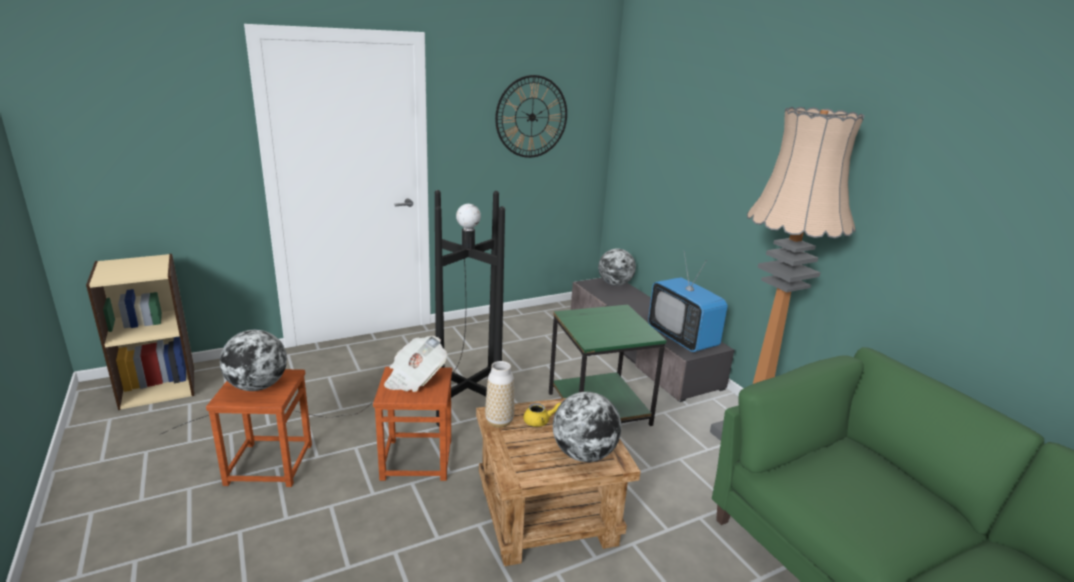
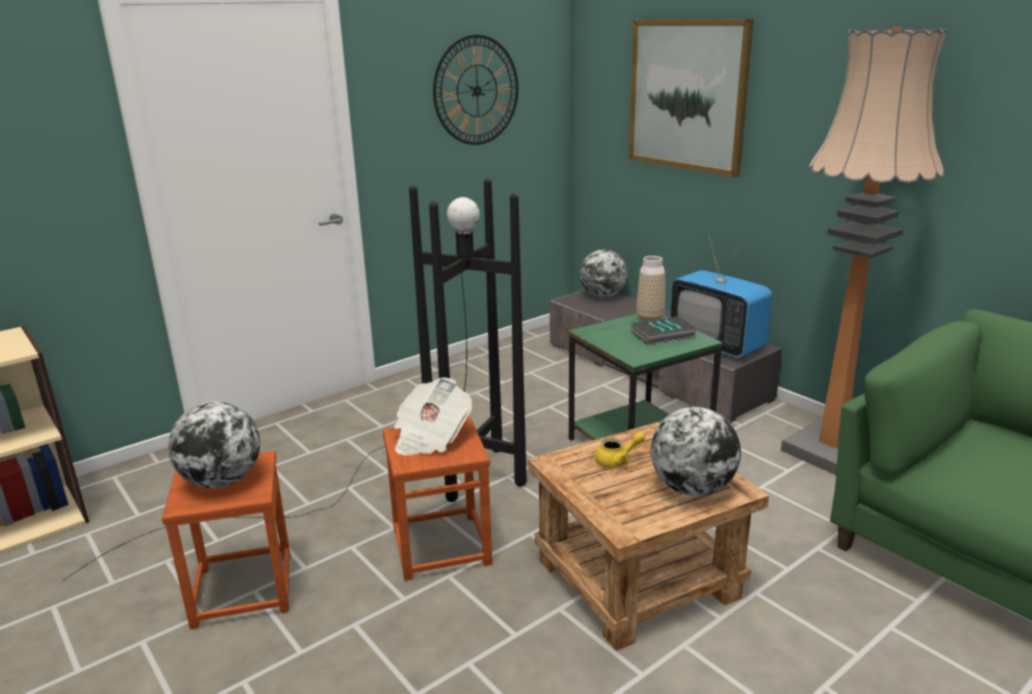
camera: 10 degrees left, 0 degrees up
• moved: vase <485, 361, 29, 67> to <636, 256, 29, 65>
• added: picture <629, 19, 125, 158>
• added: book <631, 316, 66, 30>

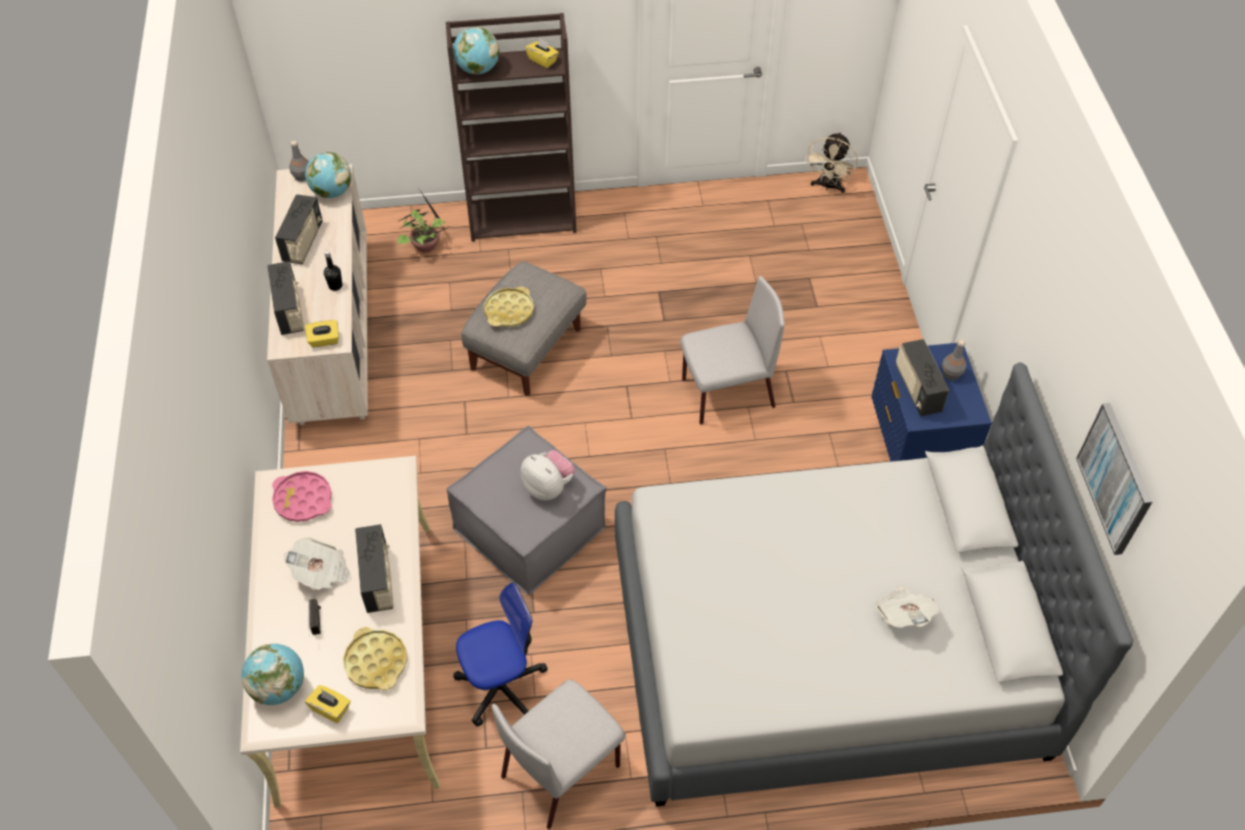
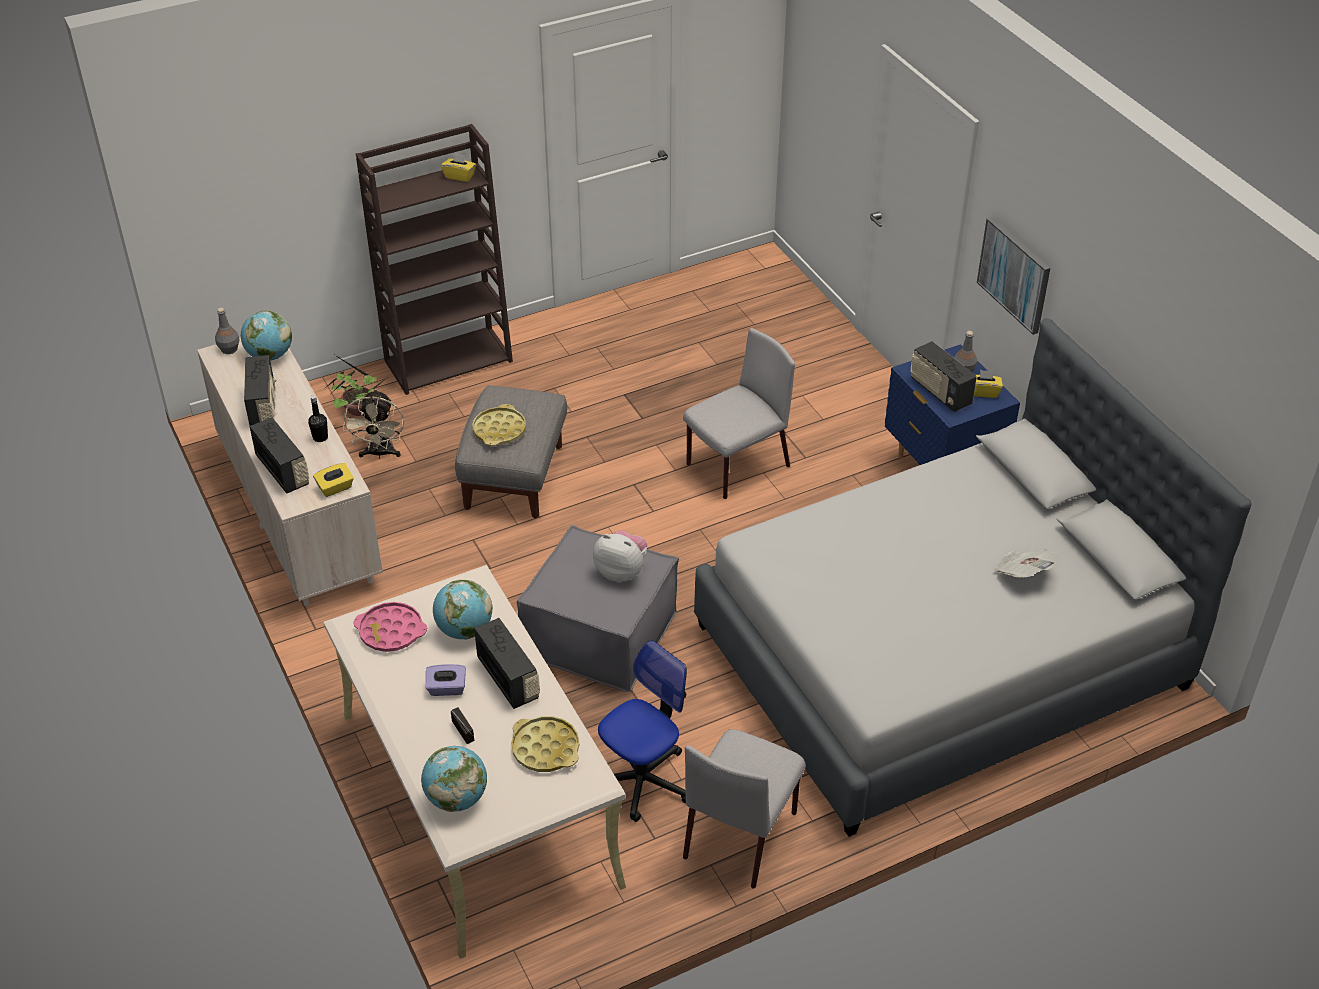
camera: 20 degrees left, 10 degrees down
• moved: globe <453, 27, 47, 48> to <433, 580, 60, 60>
• moved: beige fan <805, 132, 52, 61> to <343, 389, 61, 70>
• moved: picture <1076, 403, 76, 152> to <977, 217, 73, 118>
• replaced: newspaper <284, 537, 68, 54> to purple tissue box <426, 664, 40, 32>
• moved: yellow tissue box <305, 685, 45, 38> to <974, 370, 29, 28>

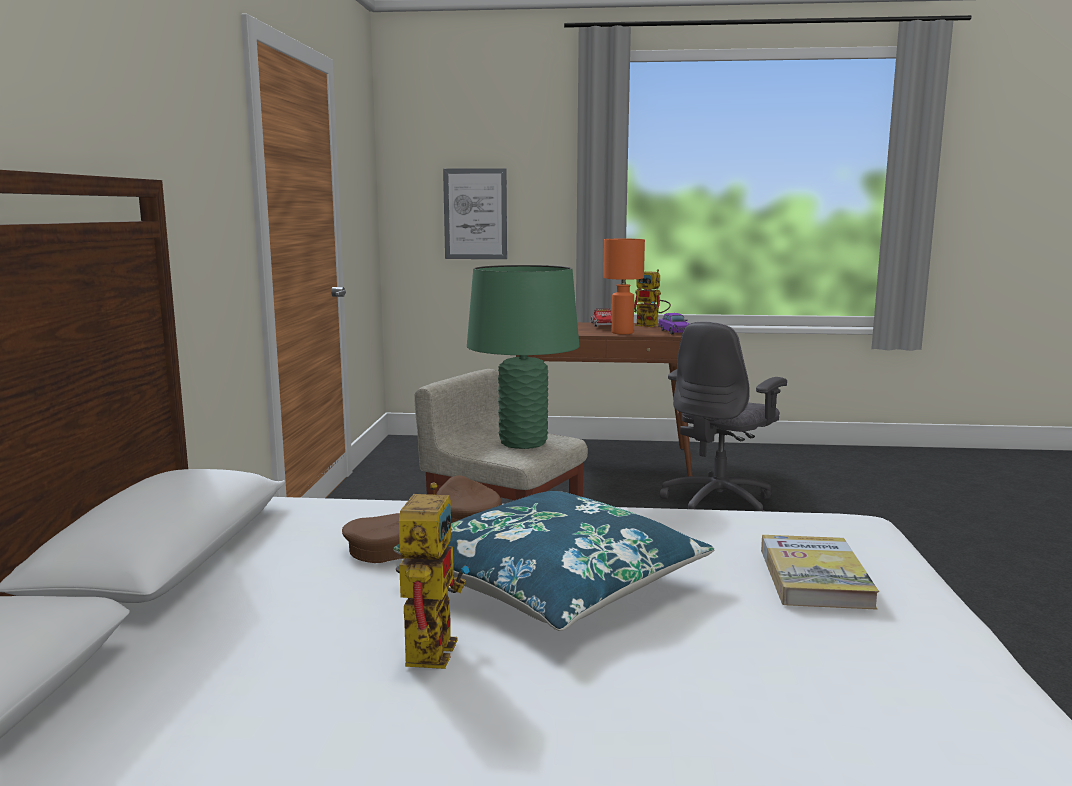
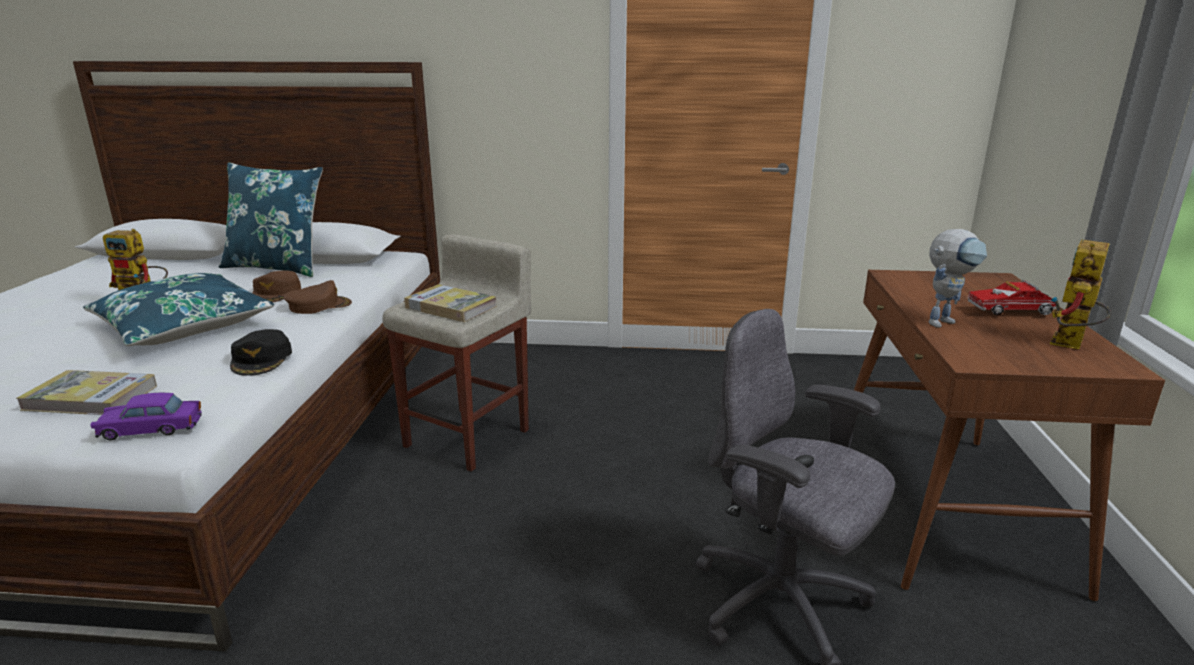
camera: 90 degrees right, 10 degrees up
• removed: picture <443, 168, 64, 91>
• replaced: orange table lamp <603, 239, 42, 95> to toy robot <928, 229, 59, 99>
• replaced: green table lamp <467, 265, 112, 184> to book <404, 284, 93, 38>
• moved: purple toy car <658, 313, 32, 22> to <91, 393, 111, 48>
• added: blue pillow <219, 162, 104, 115>
• added: black cap <230, 329, 62, 47>

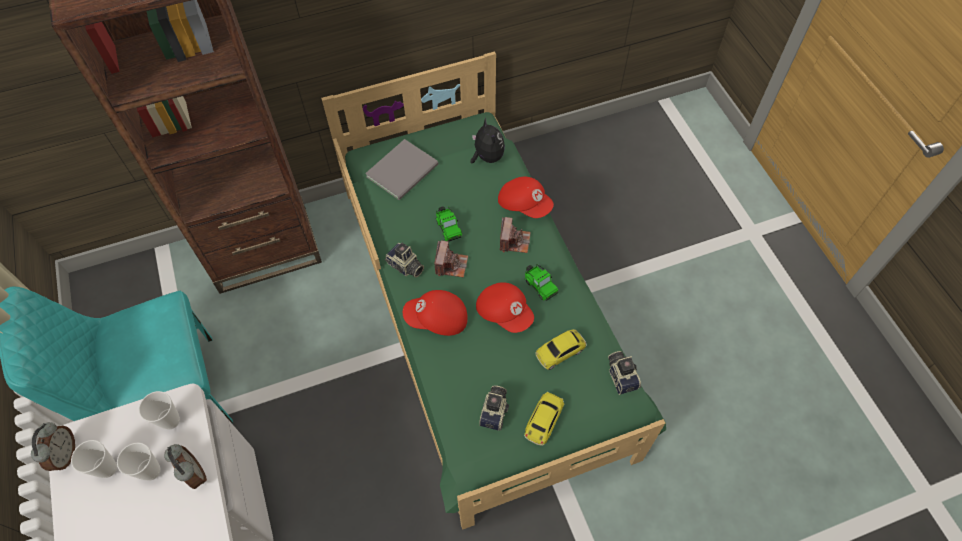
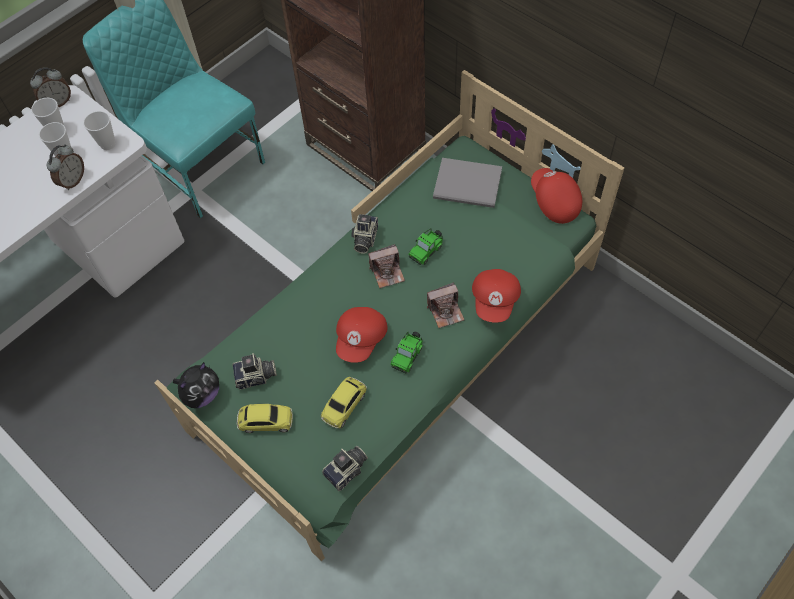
camera: 65 degrees right, 0 degrees up
• moved: plush toy <470, 118, 35, 45> to <173, 362, 46, 46>
• moved: red cap <403, 290, 65, 46> to <531, 168, 51, 56>
• turned: toy car <535, 329, 52, 41> = <321, 377, 46, 52> 90 degrees counterclockwise

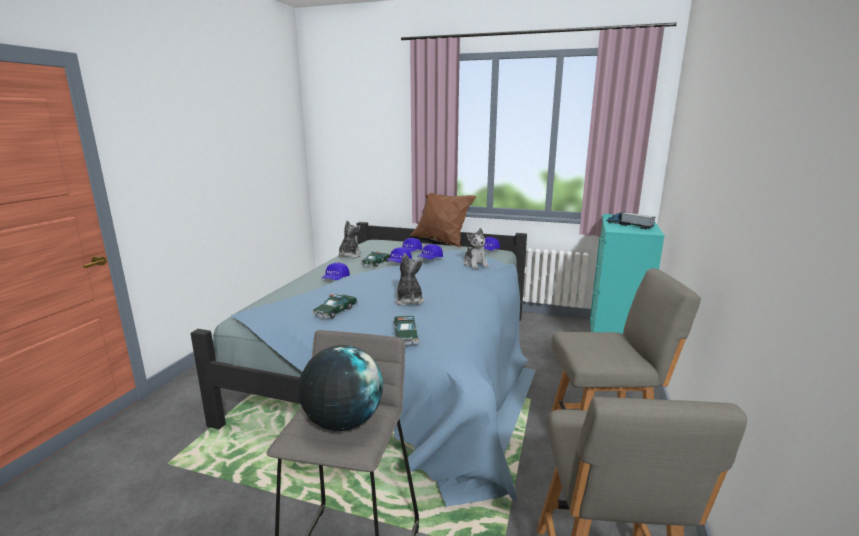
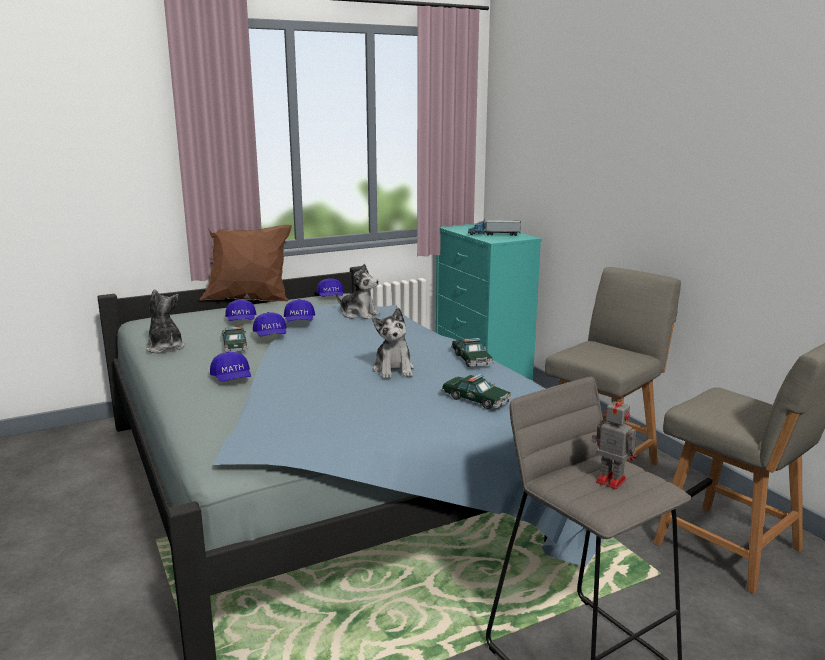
camera: 45 degrees left, 0 degrees up
• turned: plush toy <394, 253, 30, 53> = <373, 308, 41, 71> 135 degrees counterclockwise
• moved: toy car <312, 294, 46, 25> to <451, 338, 43, 29>
• replaced: globe <299, 345, 84, 86> to toy robot <591, 394, 45, 95>

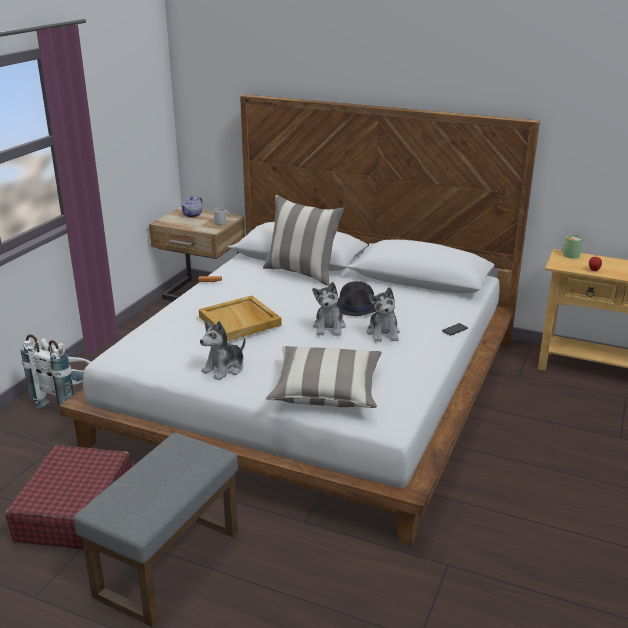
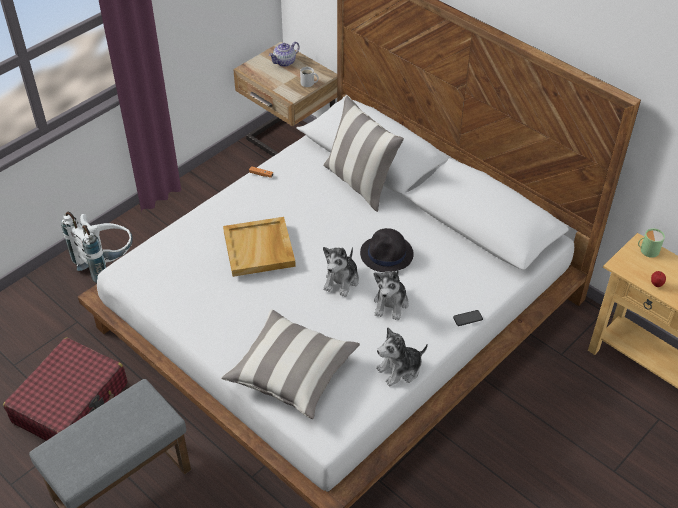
camera: 20 degrees right, 20 degrees up
• moved: plush toy <200, 321, 45, 59> to <376, 327, 52, 59>

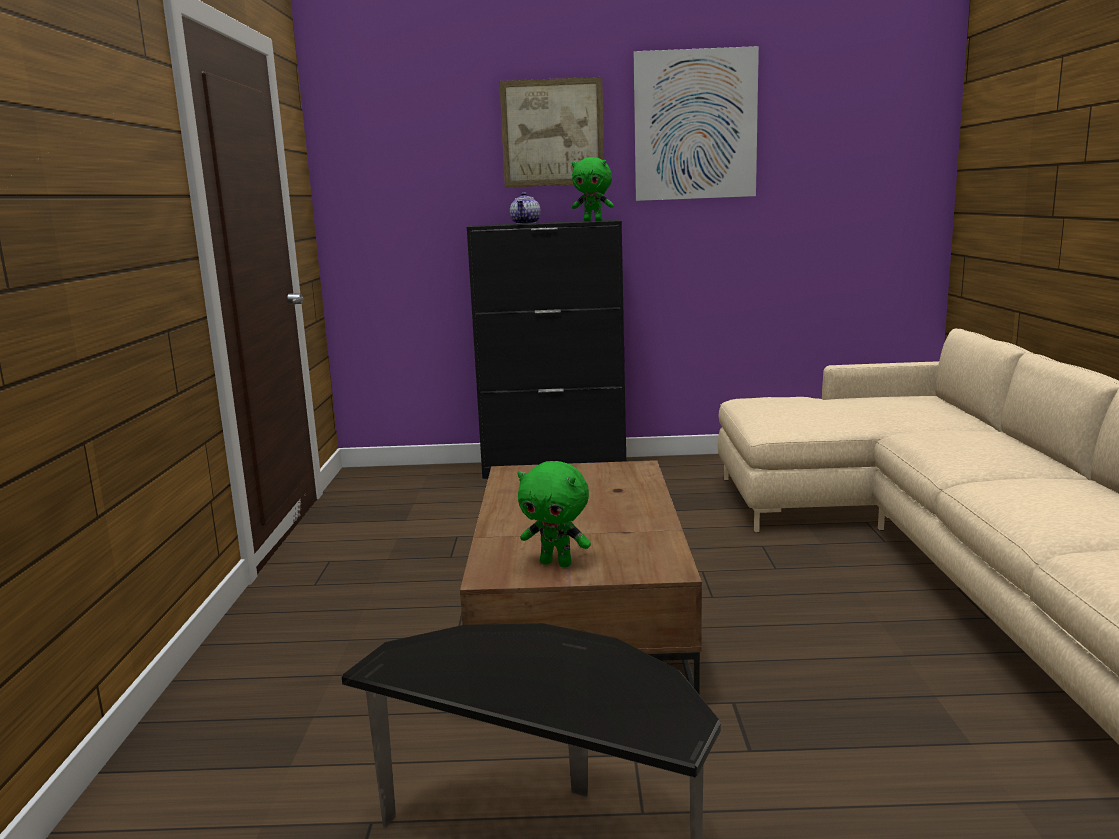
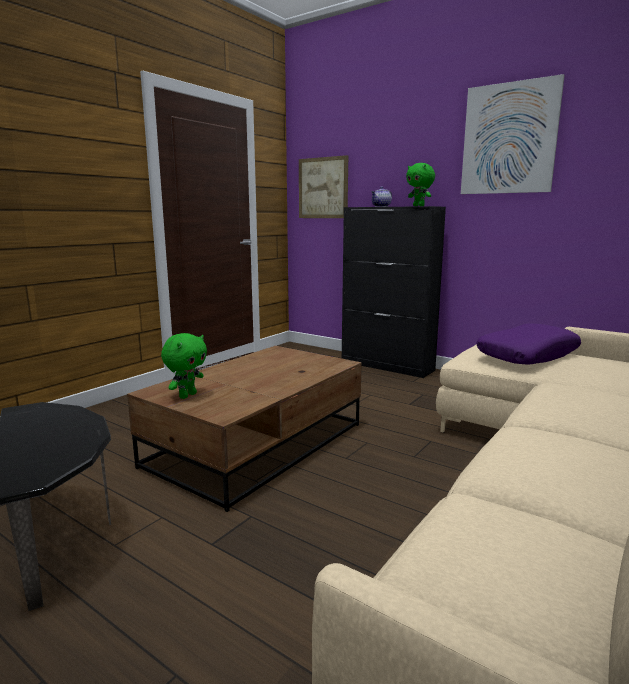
camera: 35 degrees right, 0 degrees up
• moved: picture <499, 77, 105, 111> to <299, 155, 49, 63>
• turned: green plush toy <517, 461, 74, 106> = <161, 333, 46, 66> 120 degrees counterclockwise
• added: purple pillow <476, 323, 105, 42>

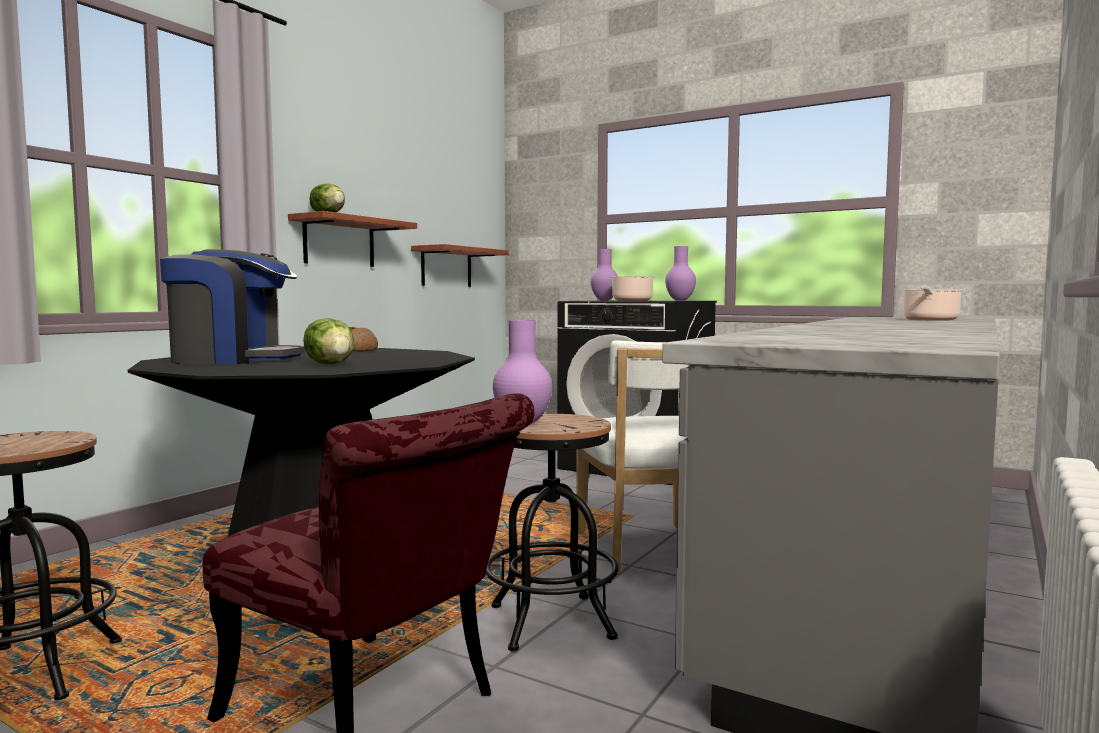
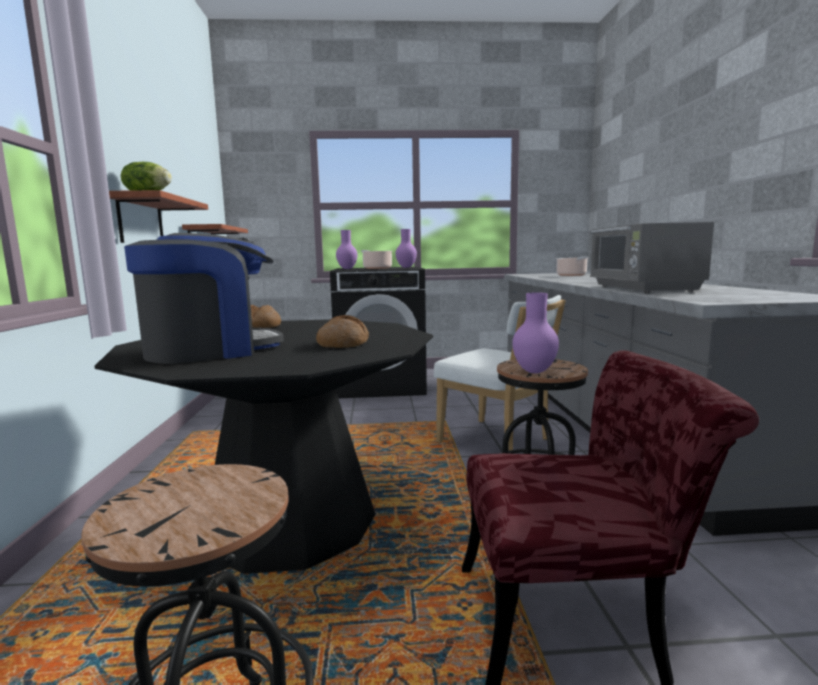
camera: 35 degrees left, 5 degrees up
• replaced: lettuce <303, 318, 51, 47> to bread <316, 315, 53, 33>
• added: grey microwave <590, 222, 124, 71>

